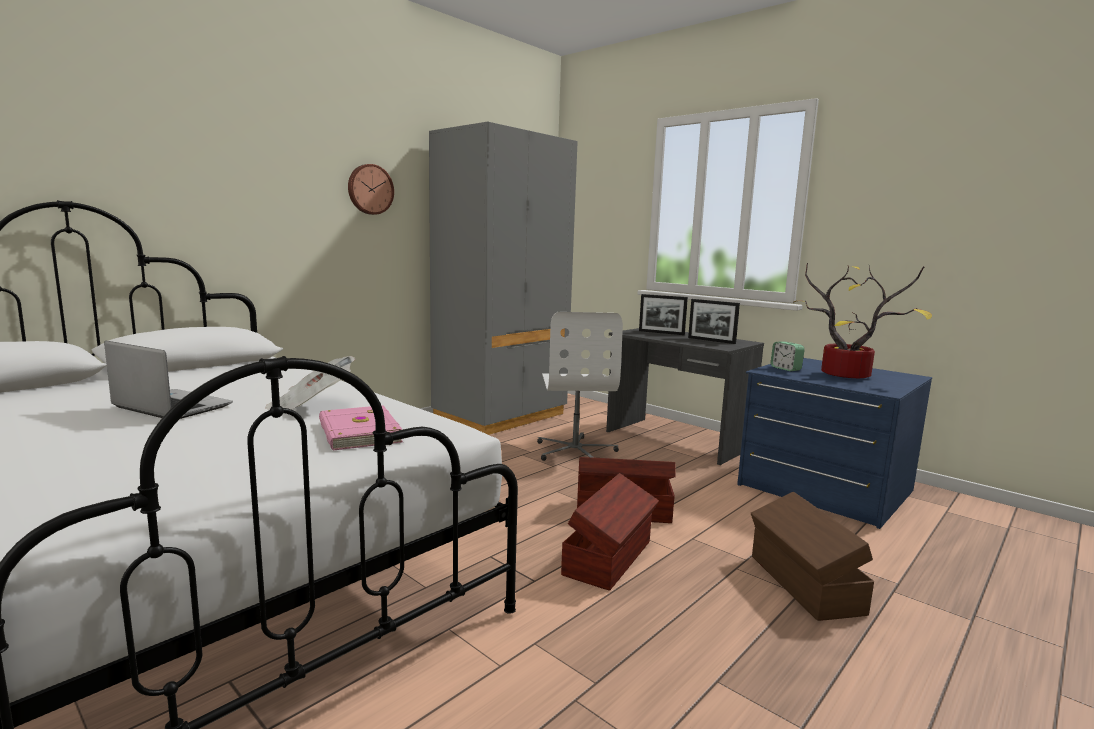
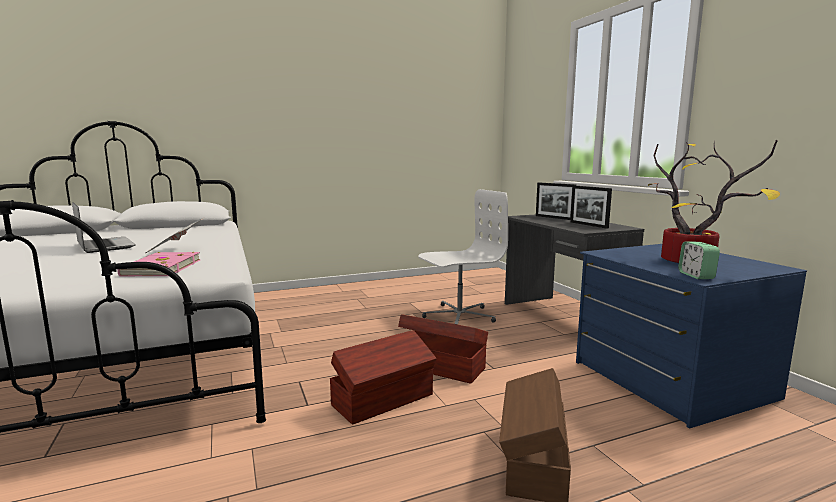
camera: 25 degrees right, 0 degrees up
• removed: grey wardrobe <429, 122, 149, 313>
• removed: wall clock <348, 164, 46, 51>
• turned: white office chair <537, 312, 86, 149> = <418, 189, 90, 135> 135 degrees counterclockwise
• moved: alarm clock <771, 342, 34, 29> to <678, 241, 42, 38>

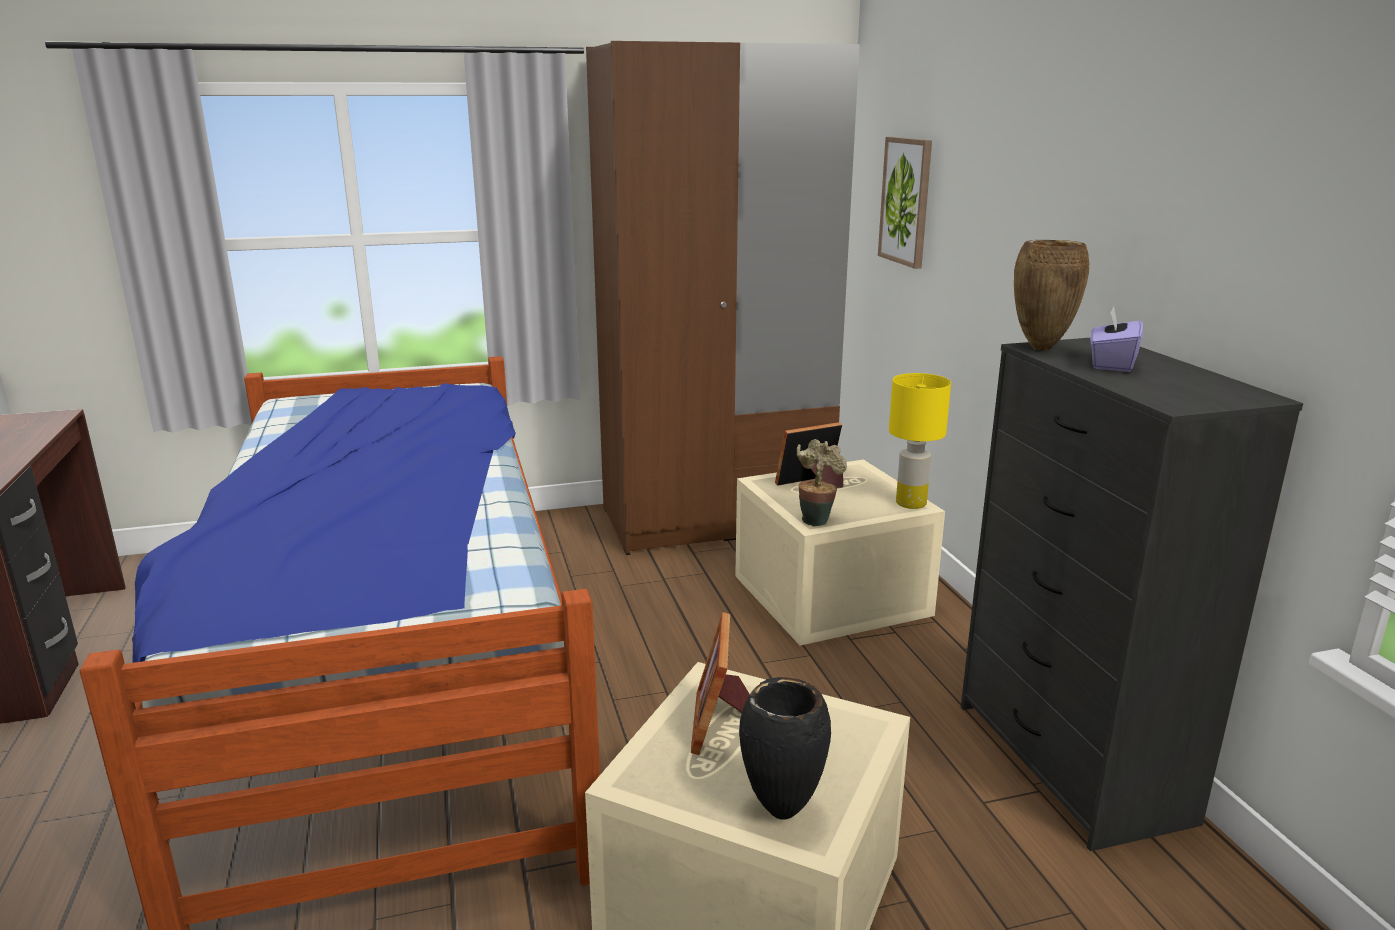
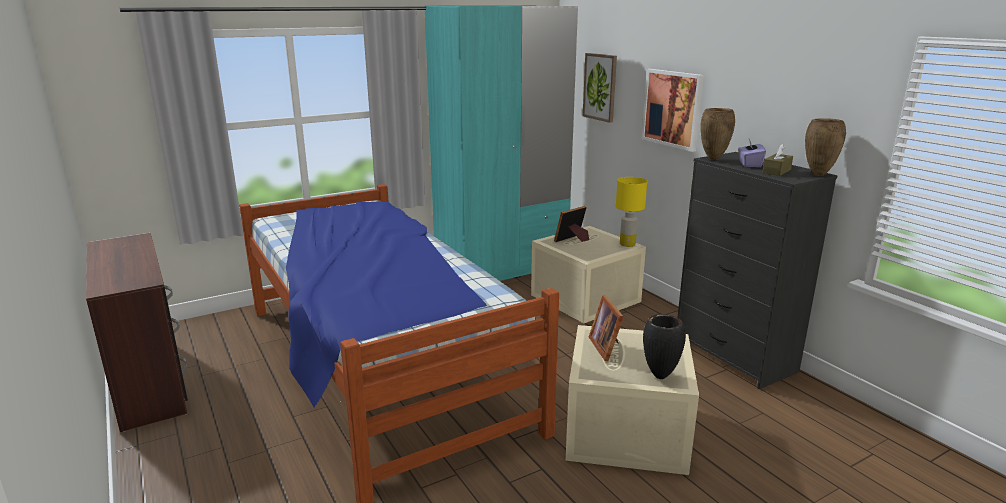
camera: 15 degrees left, 0 degrees up
• recoloured: brown wardrobe <586, 41, 274, 514> to turquoise wardrobe <425, 5, 153, 276>
• removed: potted plant <796, 439, 51, 87>
• added: picture <641, 69, 63, 83>
• added: brown vase <805, 118, 41, 58>
• added: brown tissue box <762, 144, 31, 32>

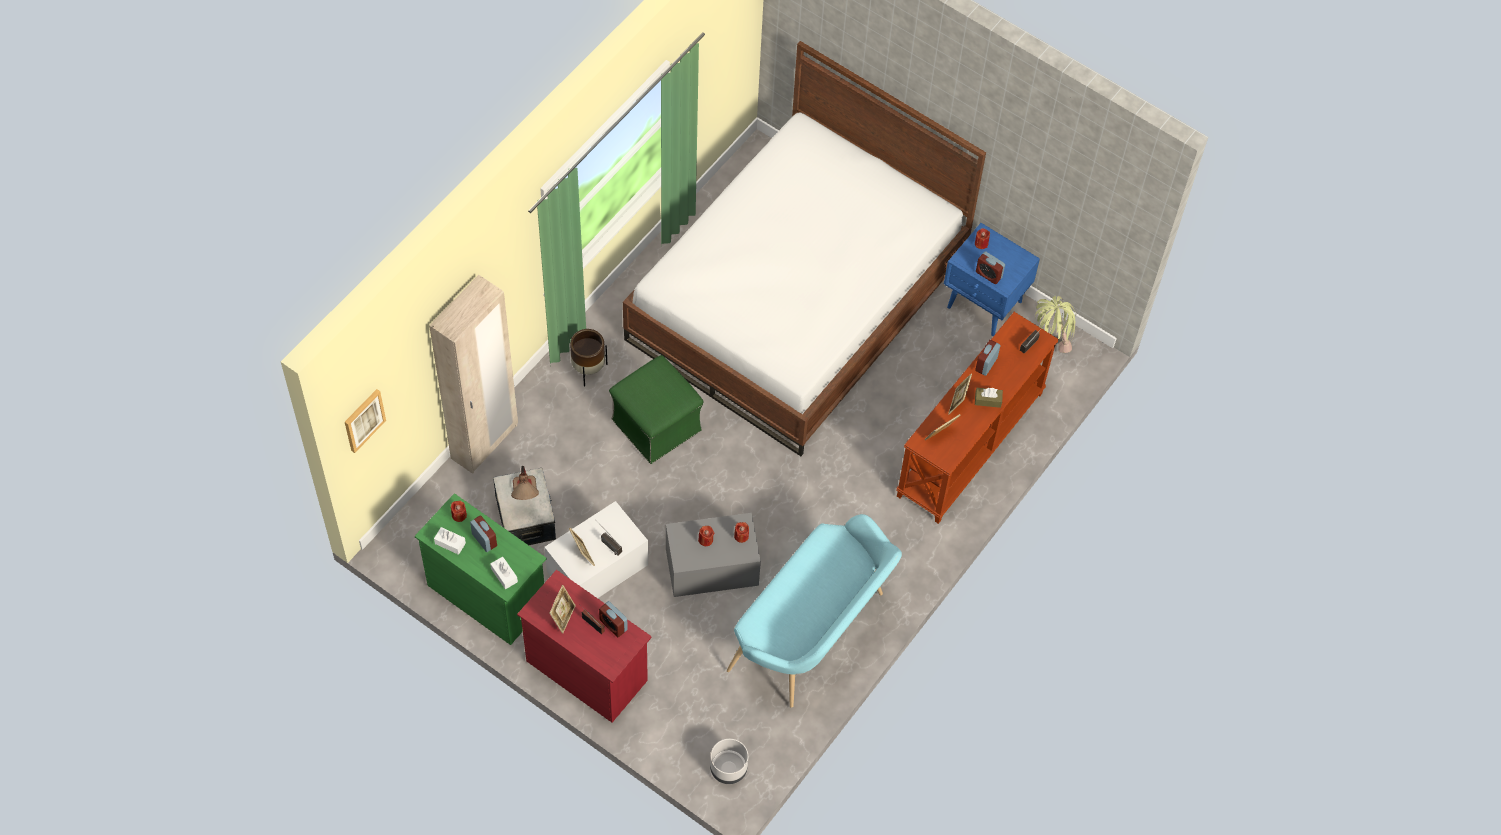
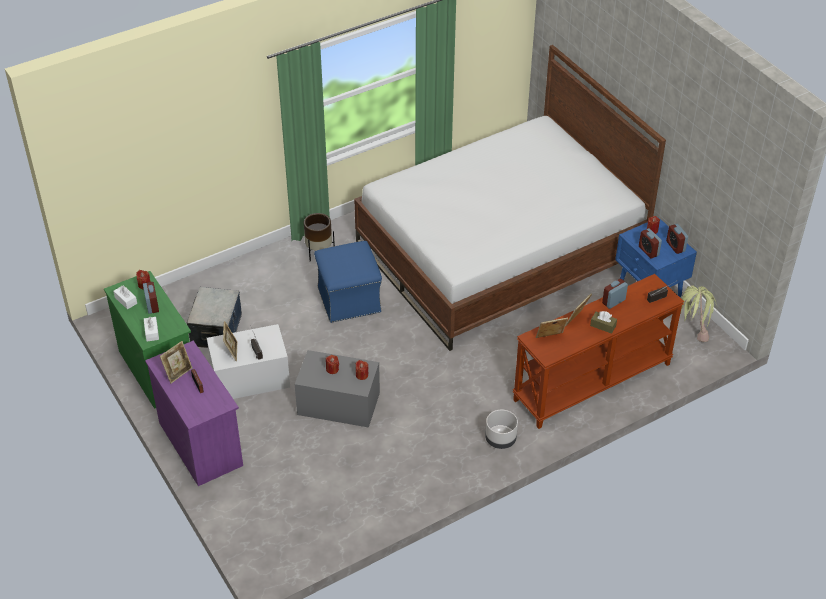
camera: 25 degrees right, 15 degrees down
• removed: beige wardrobe <429, 275, 89, 199>
• recoloured: green ottoman <609, 355, 94, 109> to blue ottoman <314, 241, 68, 82>
• removed: picture <345, 389, 41, 64>
• removed: table lamp <511, 466, 28, 34>
• removed: turquoise bench <727, 514, 175, 194>
• recoloured: red dresser <517, 570, 135, 153> to purple dresser <145, 341, 98, 145>
• moved: alarm clock <599, 601, 29, 36> to <666, 224, 22, 30>
• moved: grey planter <710, 739, 38, 45> to <485, 410, 33, 39>

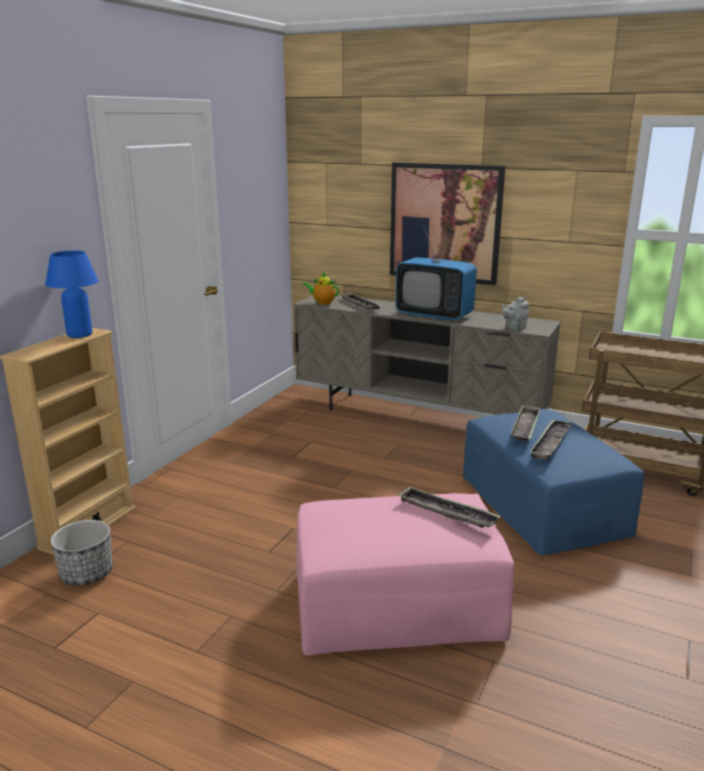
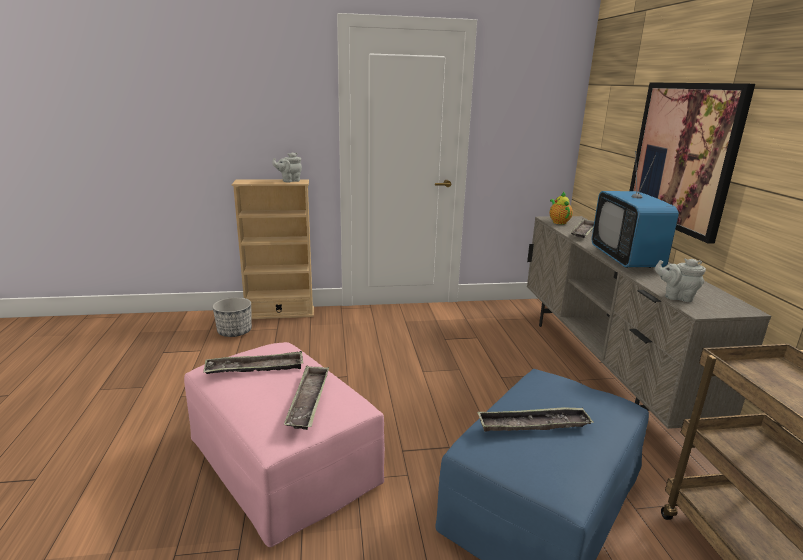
camera: 55 degrees right, 0 degrees up
• replaced: blue table lamp <45, 251, 53, 87> to grey teapot <272, 152, 30, 30>
• moved: tray <510, 405, 31, 36> to <203, 351, 100, 23>

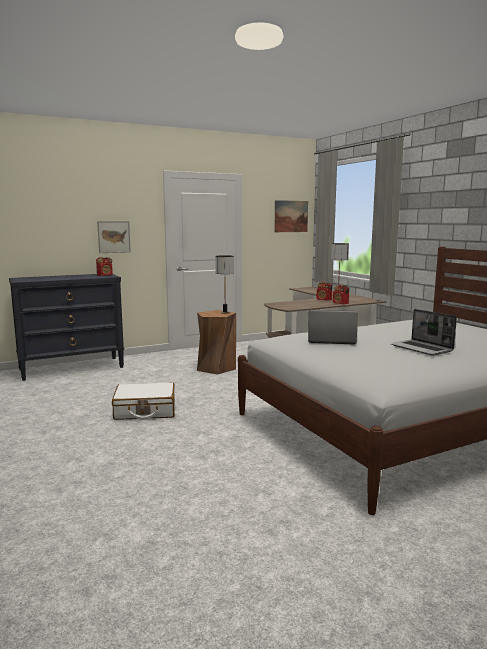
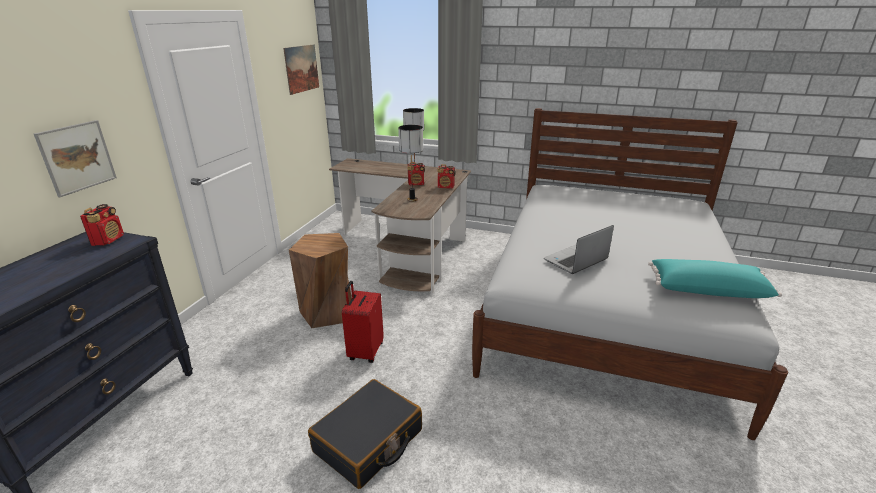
camera: 45 degrees left, 15 degrees up
• moved: table lamp <216, 255, 18, 59> to <398, 125, 25, 77>
• removed: laptop <391, 309, 66, 47>
• recoloured: white suitcase <112, 383, 63, 37> to black suitcase <308, 379, 114, 110>
• added: turquoise pillow <648, 259, 134, 39>
• added: red suitcase <342, 281, 42, 82>

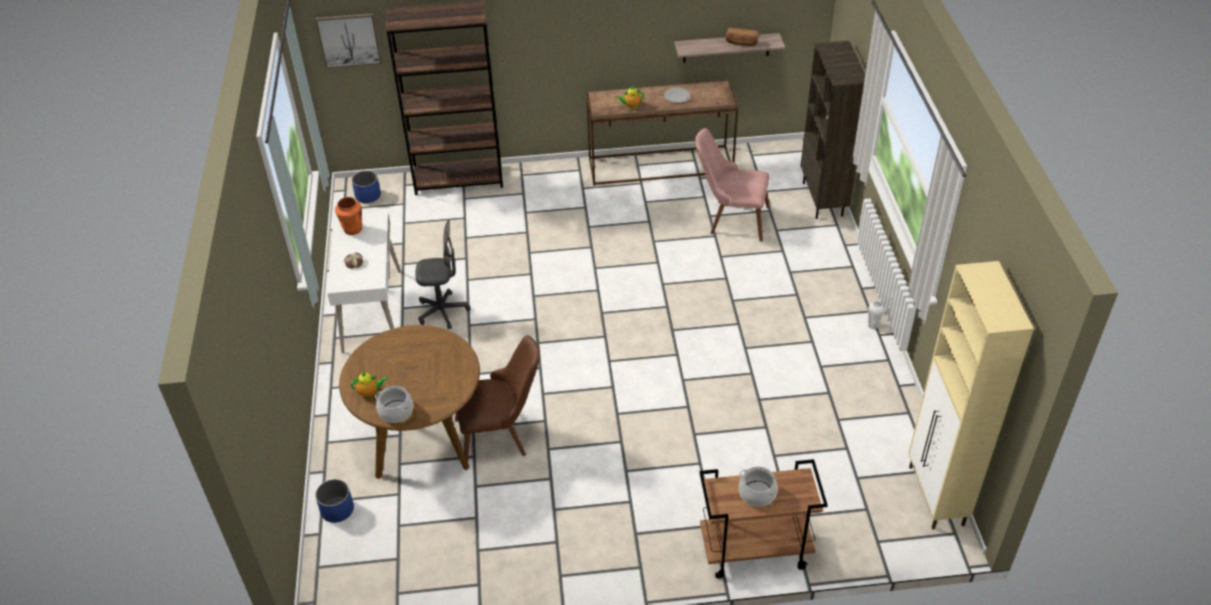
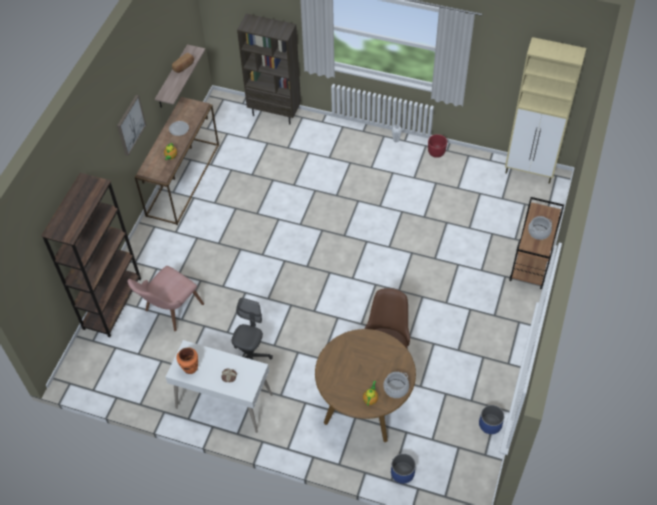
camera: 65 degrees left, 10 degrees up
• moved: picture <315, 13, 66, 55> to <117, 95, 29, 61>
• moved: pink chair <695, 128, 75, 114> to <127, 266, 77, 65>
• moved: blue planter <352, 171, 29, 32> to <479, 405, 25, 29>
• added: red planter <428, 134, 19, 24>

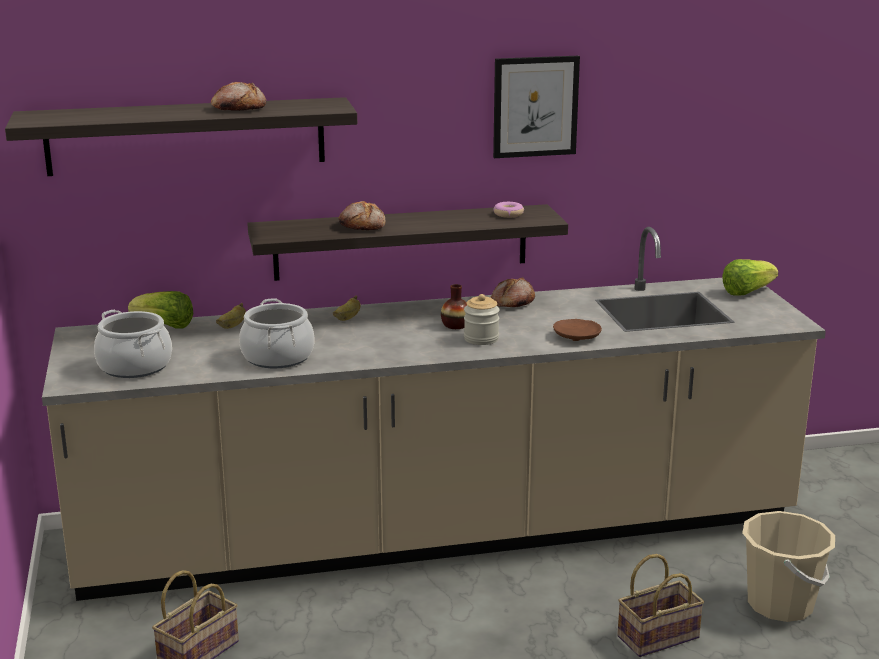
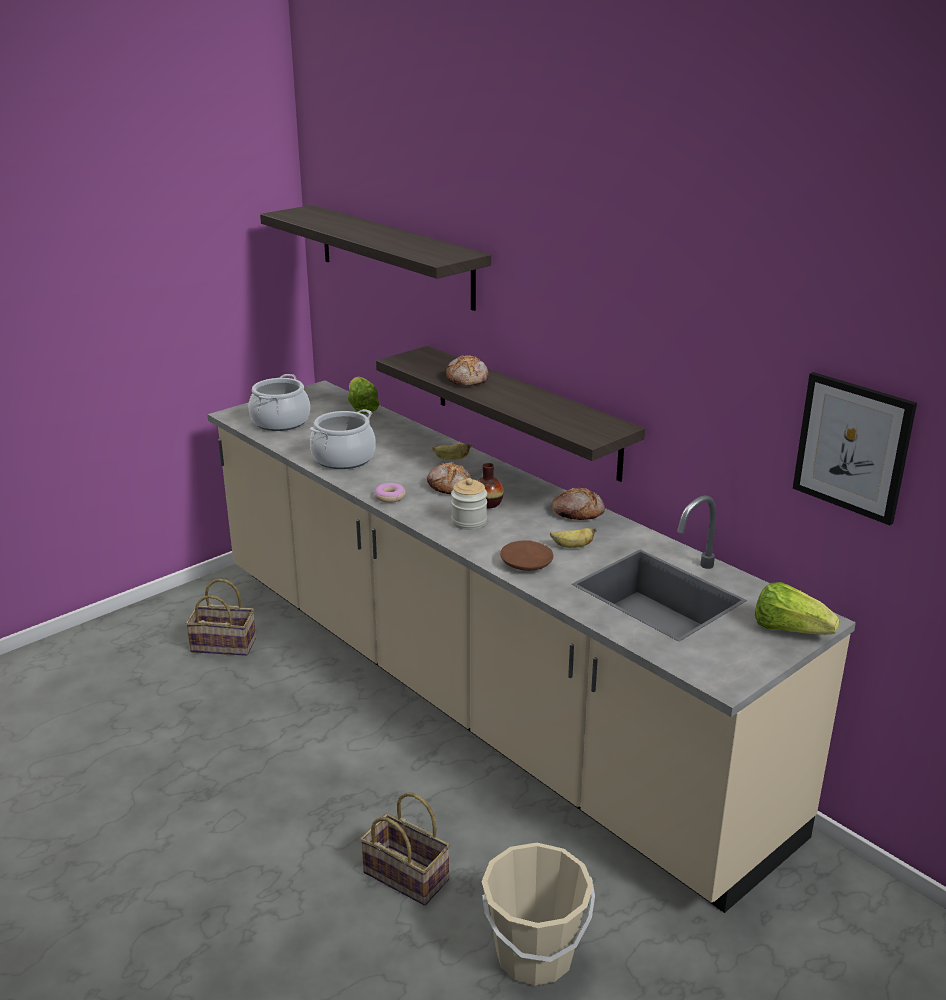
camera: 60 degrees right, 5 degrees up
• moved: picture <493, 56, 87, 102> to <793, 372, 124, 153>
• moved: bread <211, 82, 55, 29> to <427, 462, 45, 32>
• moved: donut <493, 202, 31, 16> to <374, 483, 32, 20>
• moved: banana <216, 303, 30, 26> to <550, 528, 47, 20>

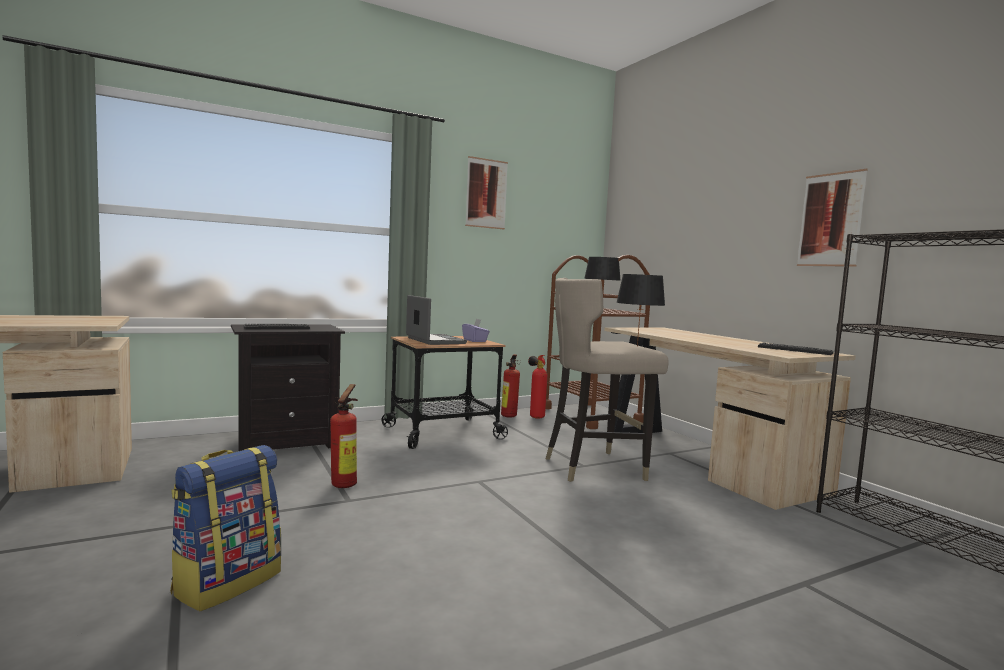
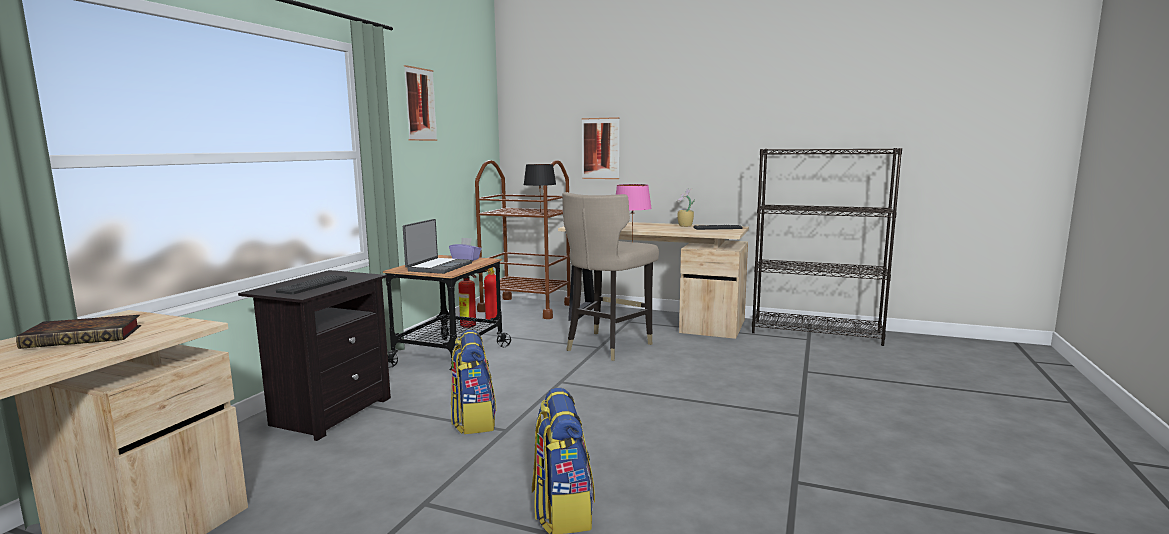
camera: 40 degrees left, 5 degrees up
• moved: picture <797, 169, 71, 98> to <582, 117, 37, 62>
• recoloured: black table lamp <616, 274, 49, 73> to pink table lamp <616, 184, 36, 59>
• turned: laptop <406, 295, 61, 50> = <403, 219, 70, 55> 90 degrees clockwise
• replaced: fire extinguisher <330, 384, 28, 104> to backpack <451, 330, 45, 104>
• added: potted plant <677, 188, 18, 39>
• added: book <16, 315, 125, 34>

